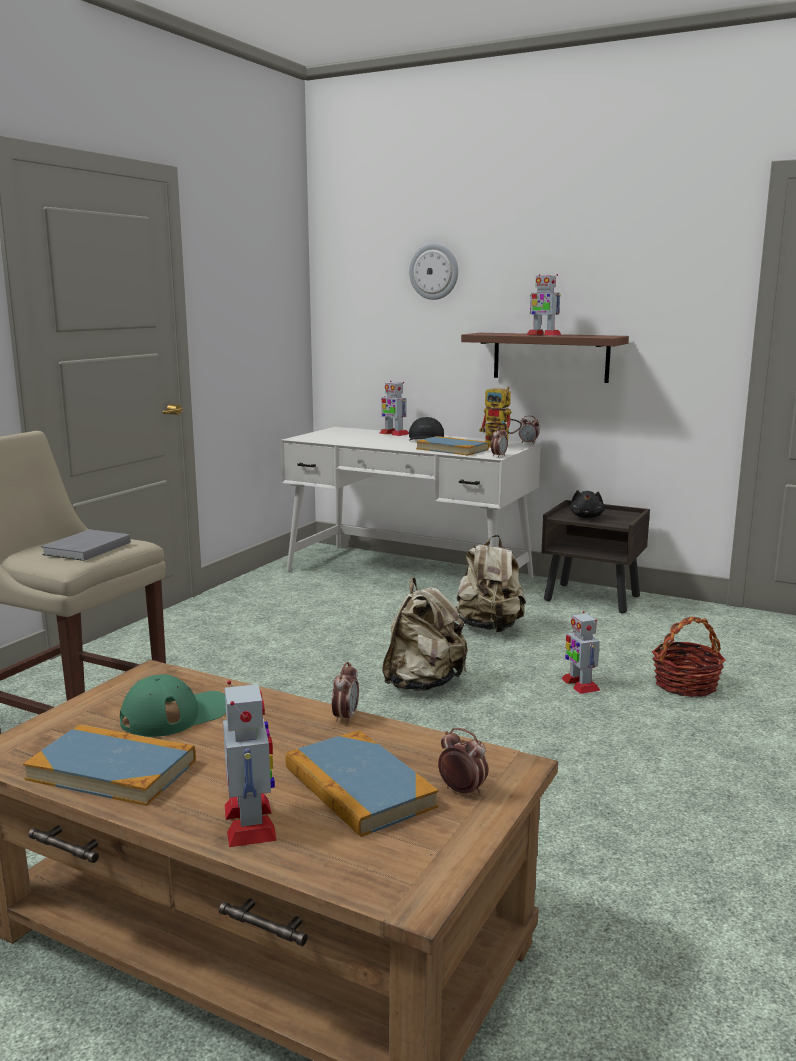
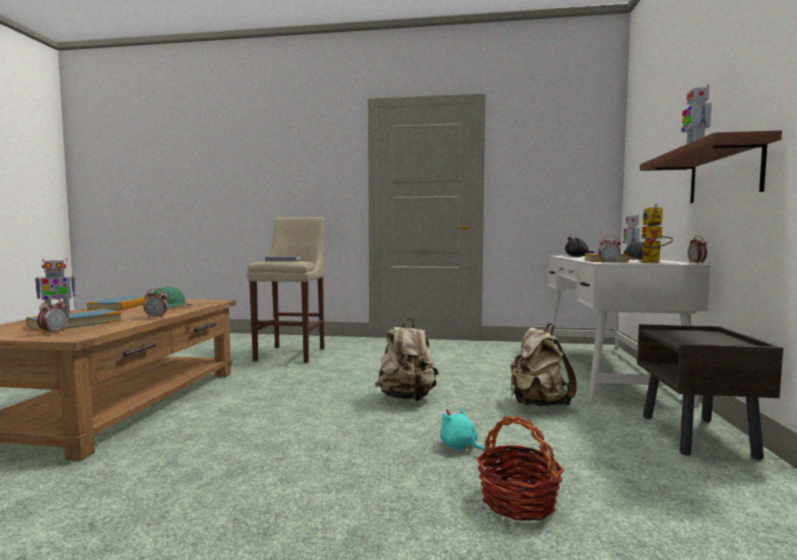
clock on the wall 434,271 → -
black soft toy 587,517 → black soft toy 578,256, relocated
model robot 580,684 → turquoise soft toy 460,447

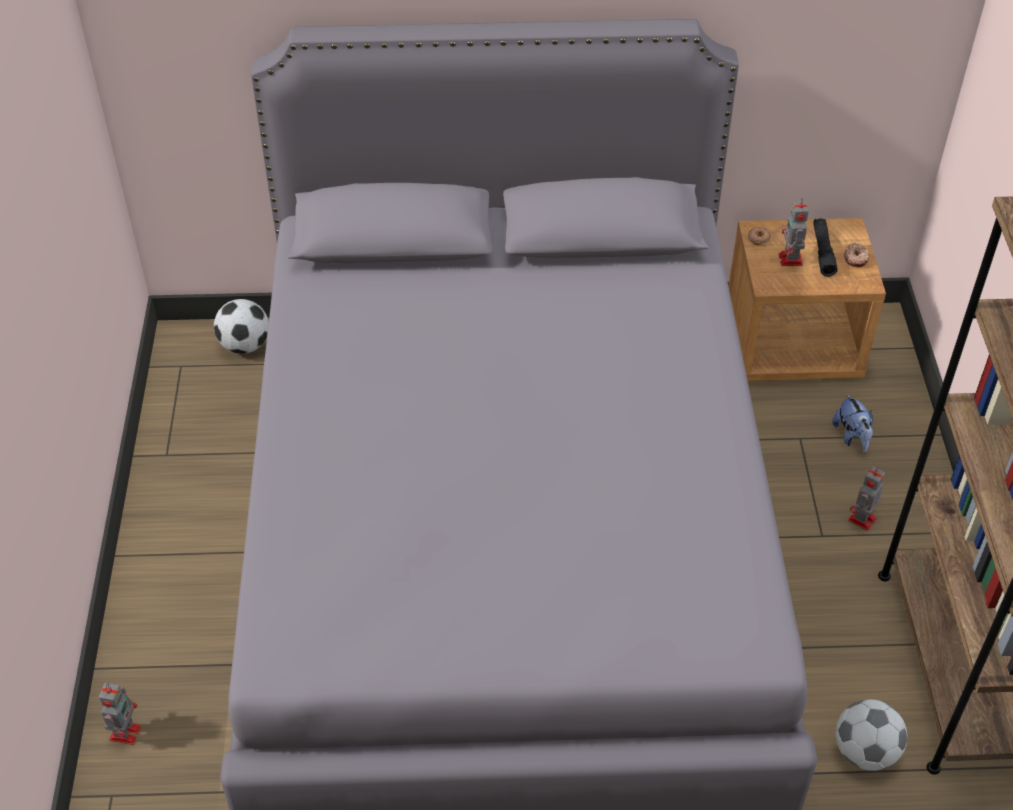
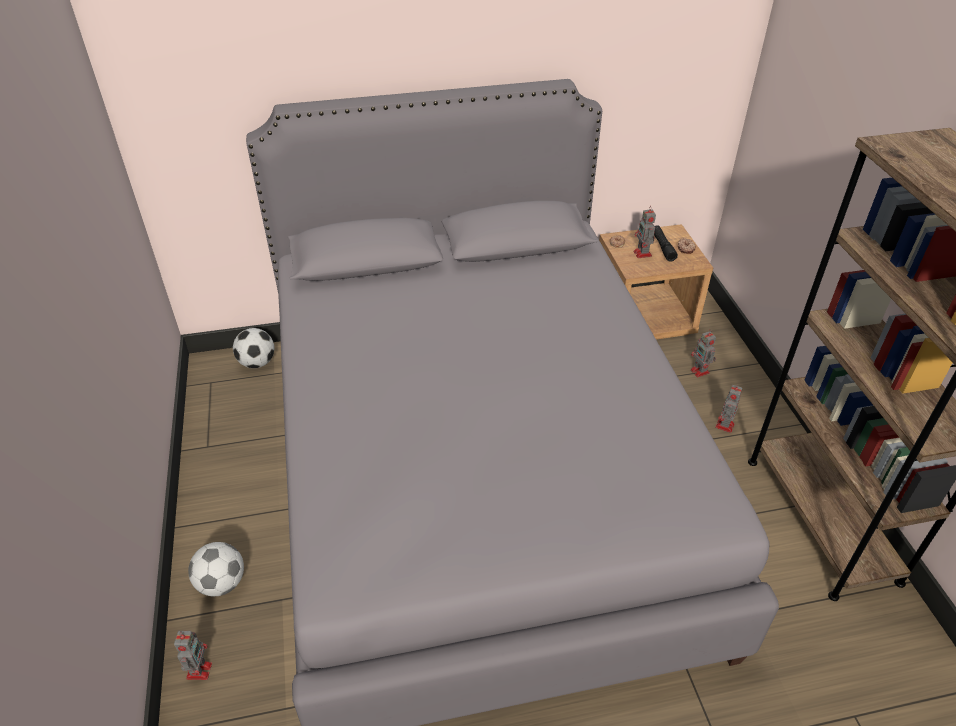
soft toy 852,436 → model robot 700,372
football 864,751 → football 222,583, relocated

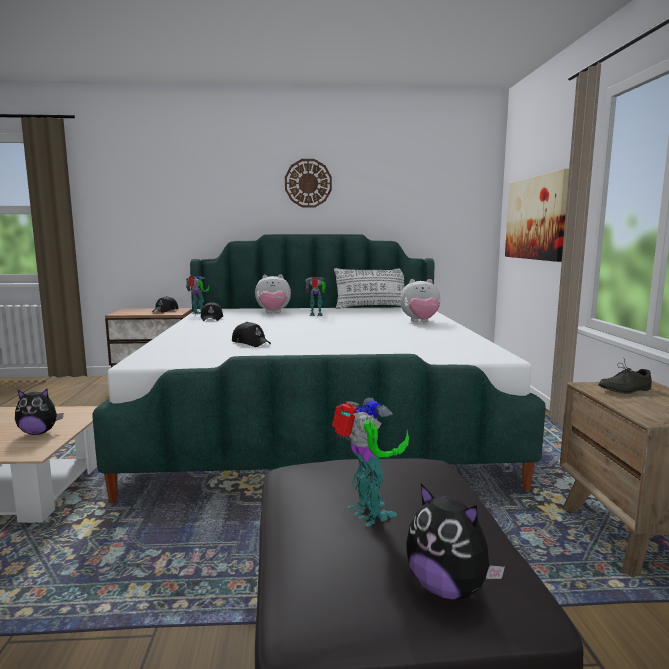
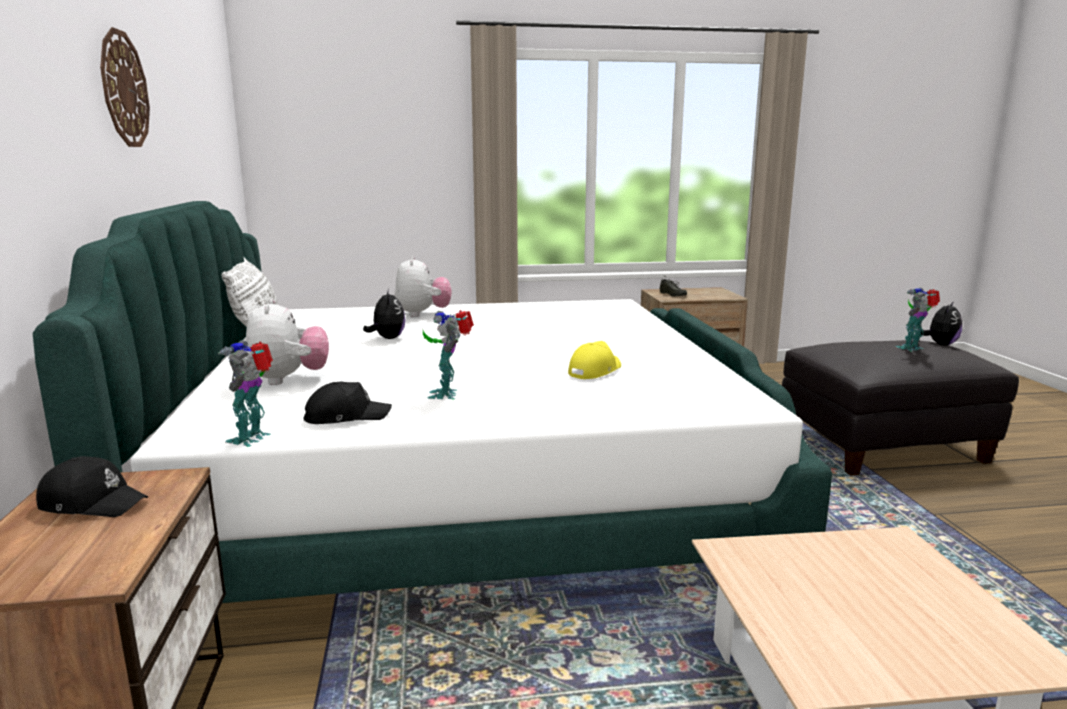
wall art 535,218 → -
model robot 316,315 → model robot 447,394, relocated
black baseball cap 251,343 → yellow baseball cap 594,371
soft toy 39,433 → soft toy 387,338, relocated

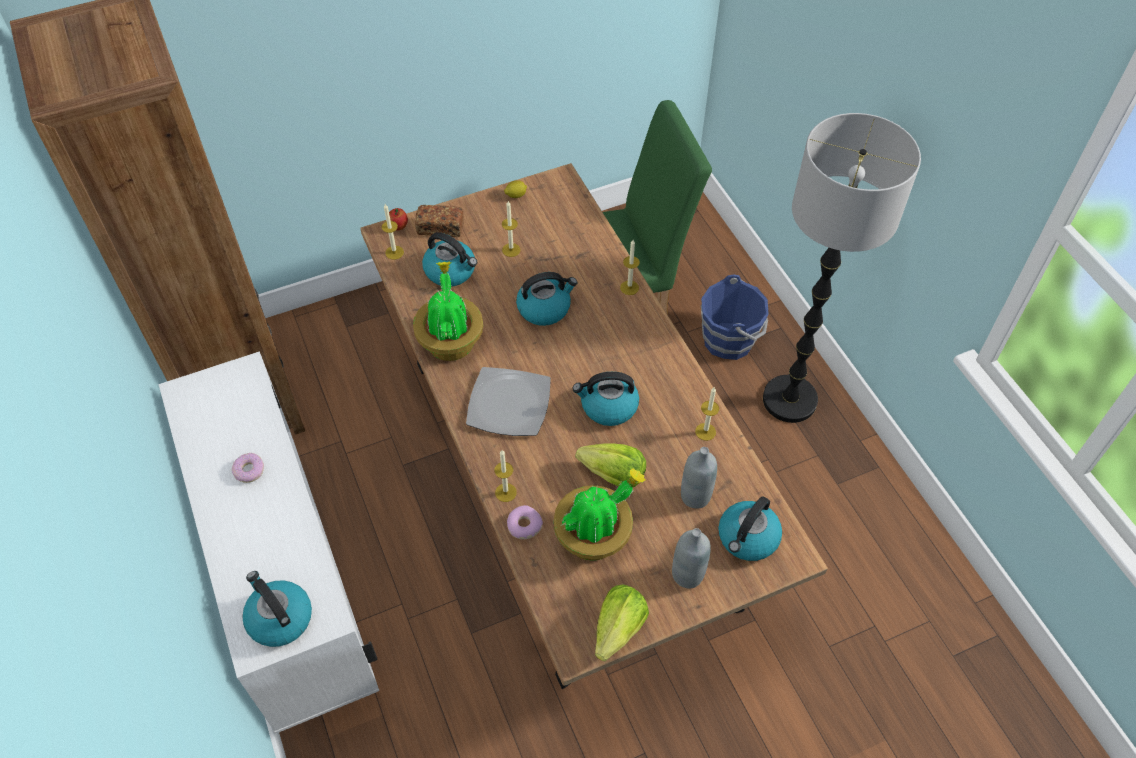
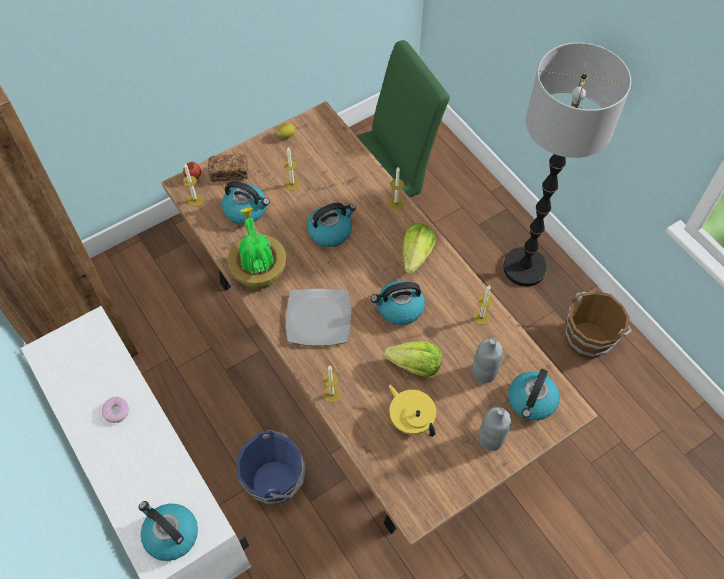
bluish bucket 730,340 → bluish bucket 275,481, relocated
potted plant 595,536 → yellow teapot 411,419
donut 524,526 → -
lettuce 618,629 → lettuce 416,256, relocated
- → brownish bucket 588,338

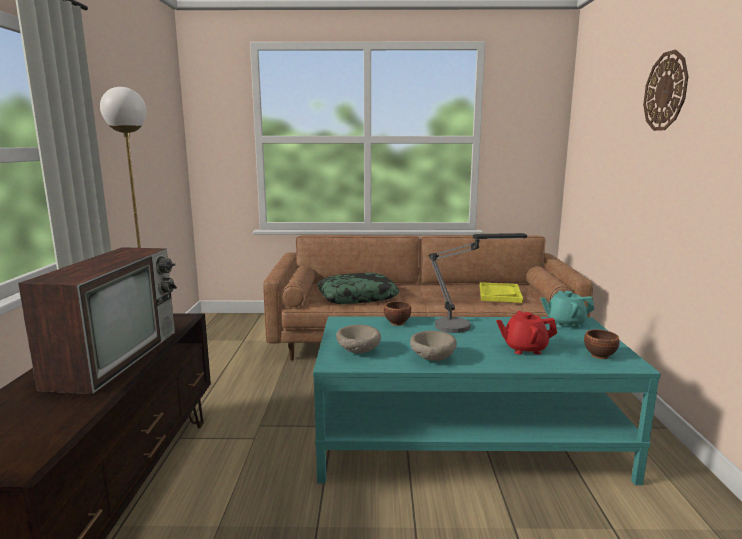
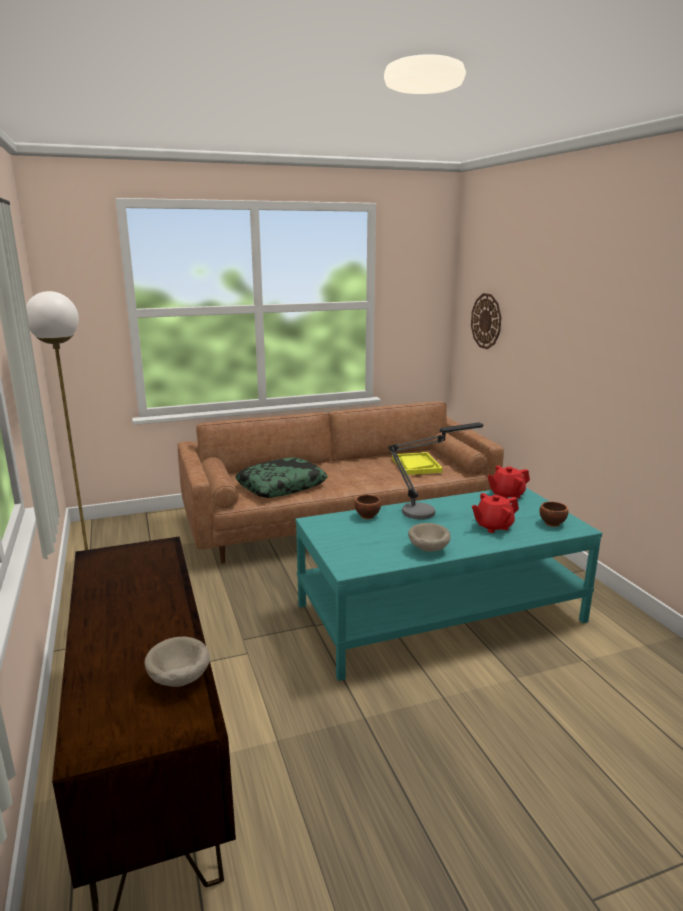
clock on the wall 666,91 → clock on the wall 486,321, relocated
television 115,356 → -
turquoise teapot 565,323 → red-coloured teapot 506,495
beige-coloured deep dish 358,352 → beige-coloured deep dish 178,680, relocated

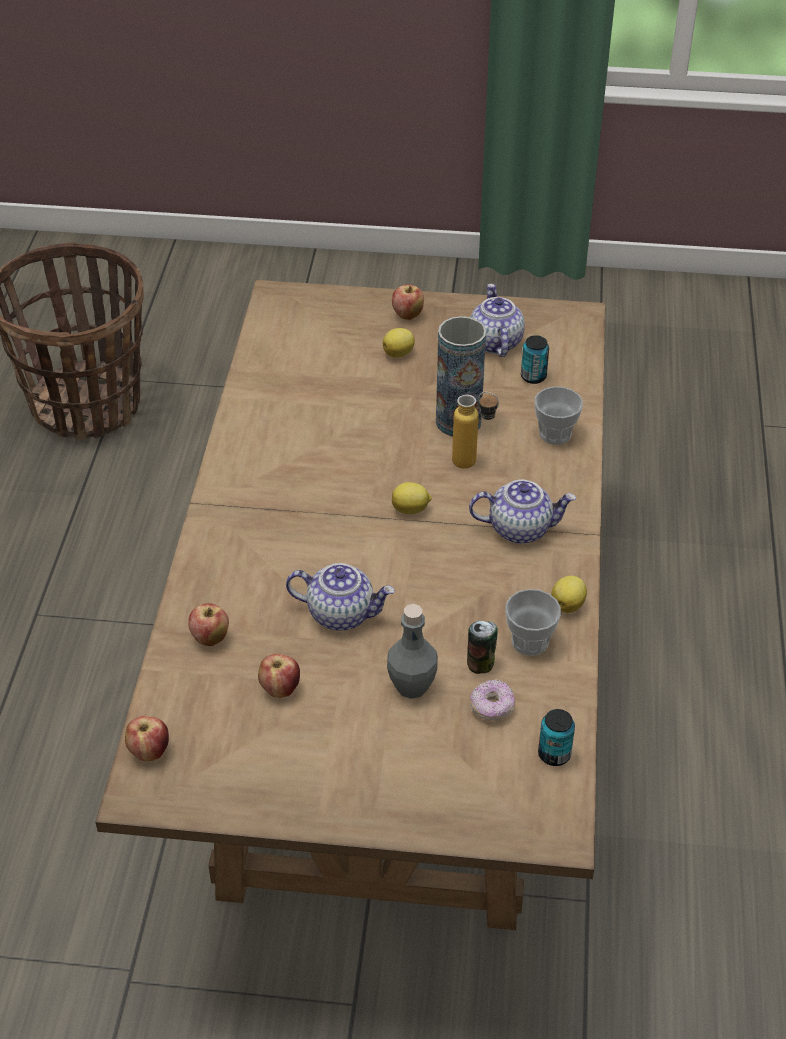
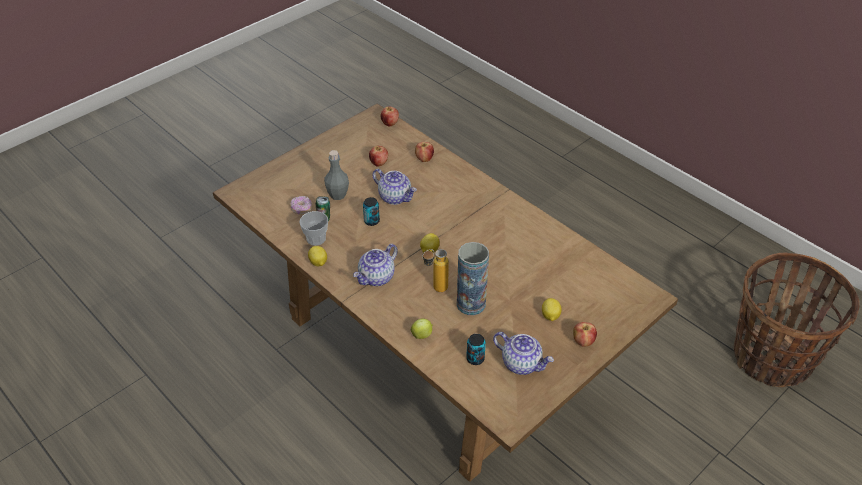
cup 555,434 → apple fruit 422,335
teapot 341,613 → teapot 395,197, 105 degrees counterclockwise
sealed can 554,754 → sealed can 371,221, relocated

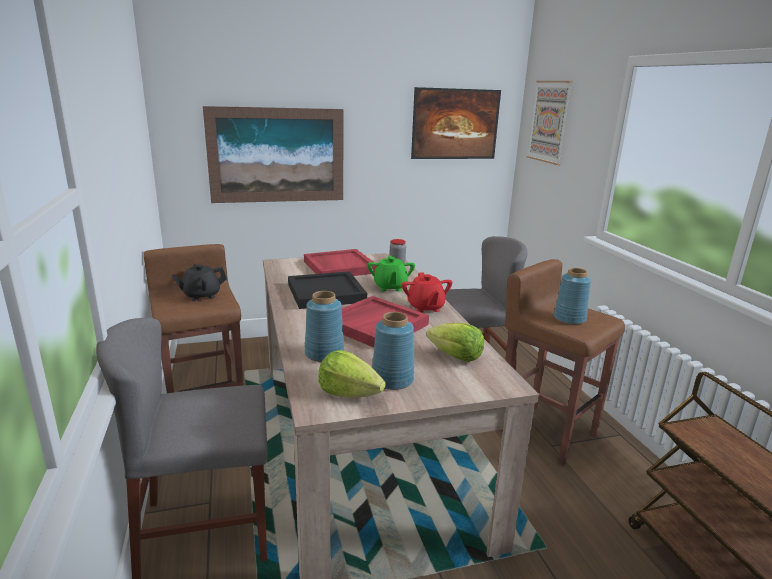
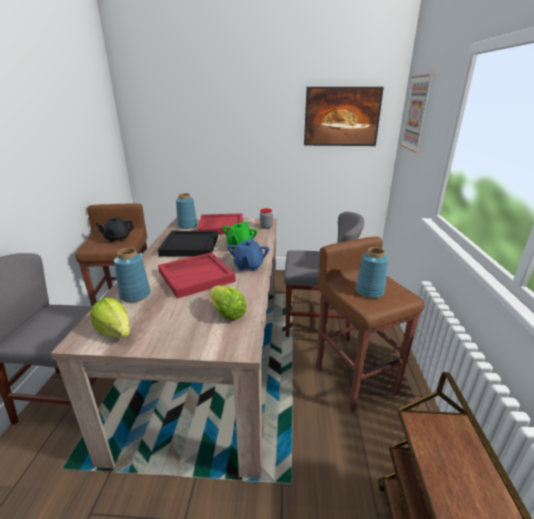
wall art 277,155 → -
red-coloured teapot 425,308 → bluish teapot 248,266
bluish flower vase 392,379 → bluish flower vase 187,226, relocated

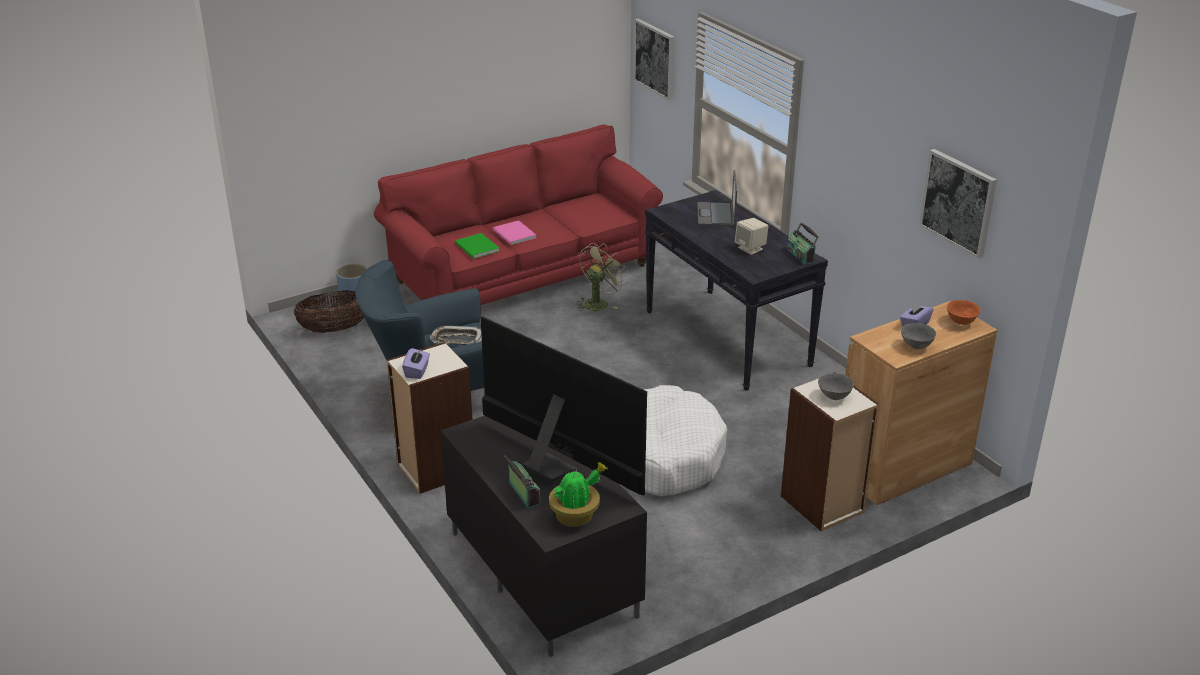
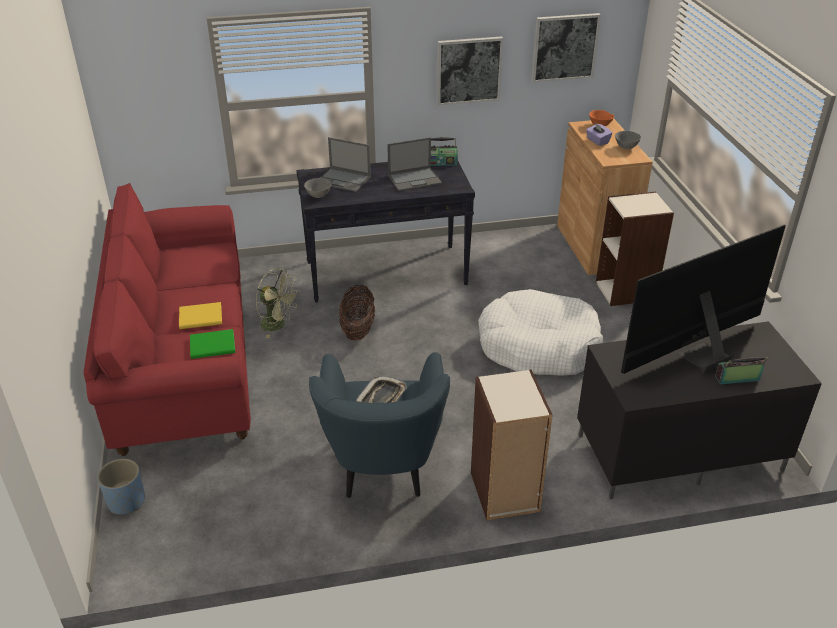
wall art 655,58 → wall art 468,70, relocated
beige-coloured speaker 750,248 → laptop 415,179
pinkish book 514,235 → yellow book 202,317
green cooling fan 598,302 → green cooling fan 278,325, 150 degrees clockwise
basket 334,329 → basket 358,329, relocated
purple-coloured box of tissues 417,371 → -
greyish deep dish 834,396 → greyish deep dish 318,196, relocated
potted plant 576,516 → -

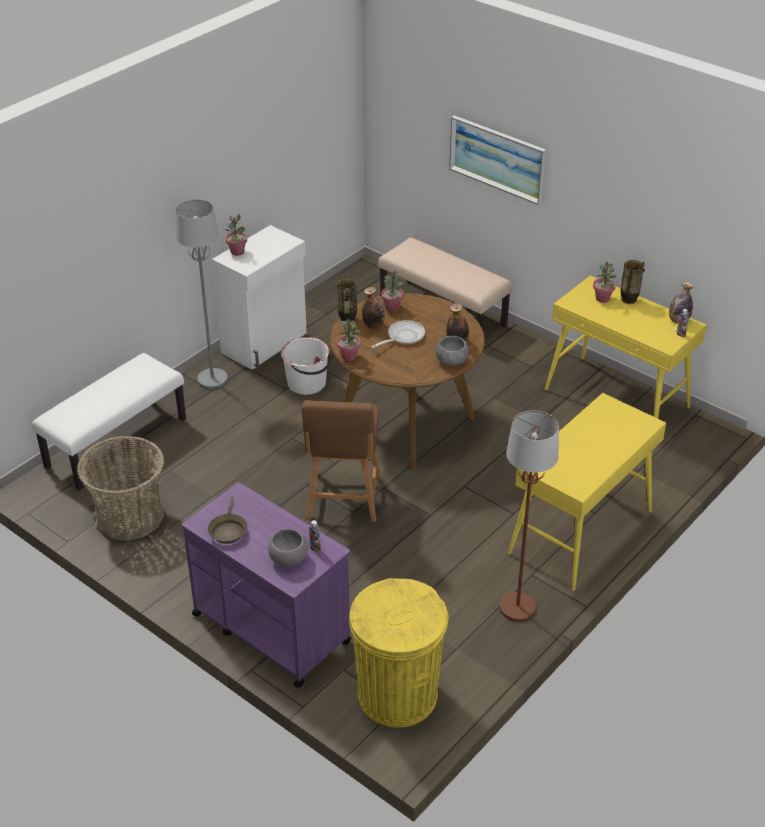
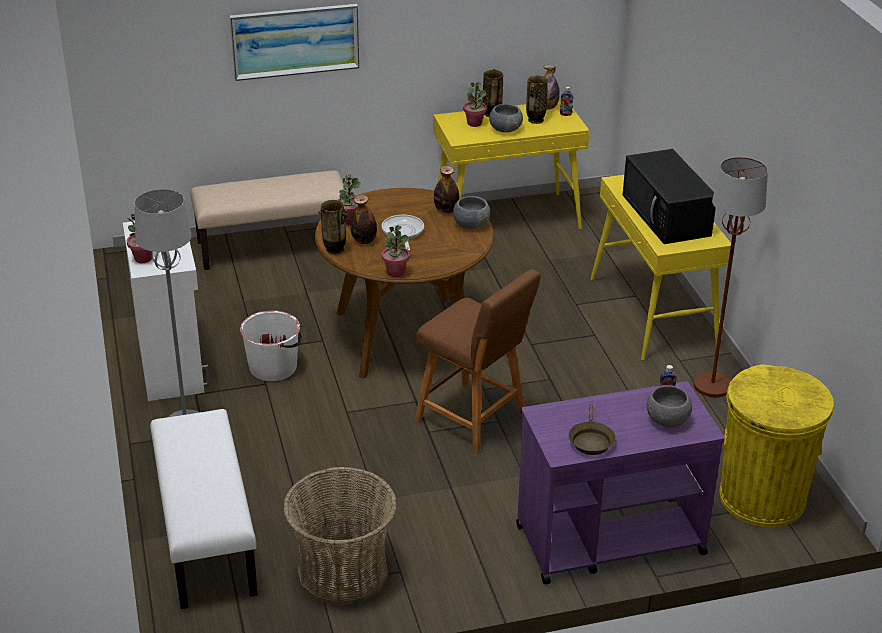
brownish pan 228,530 → brownish pan 590,440, 60 degrees clockwise
- → flower vase 535,120
- → greyish deep dish 505,129
- → black microwave 667,216

